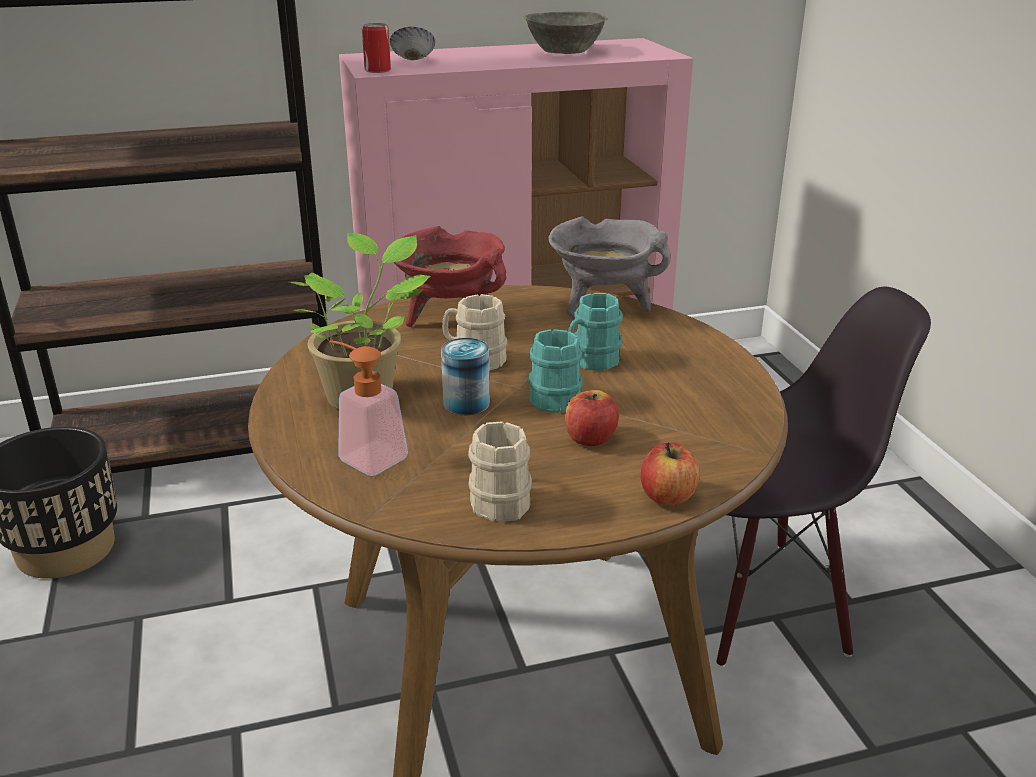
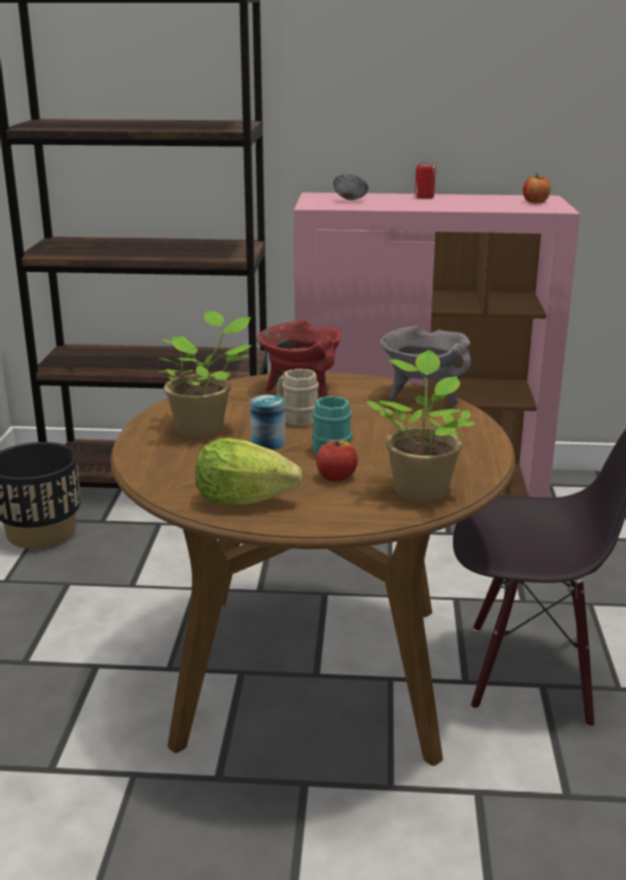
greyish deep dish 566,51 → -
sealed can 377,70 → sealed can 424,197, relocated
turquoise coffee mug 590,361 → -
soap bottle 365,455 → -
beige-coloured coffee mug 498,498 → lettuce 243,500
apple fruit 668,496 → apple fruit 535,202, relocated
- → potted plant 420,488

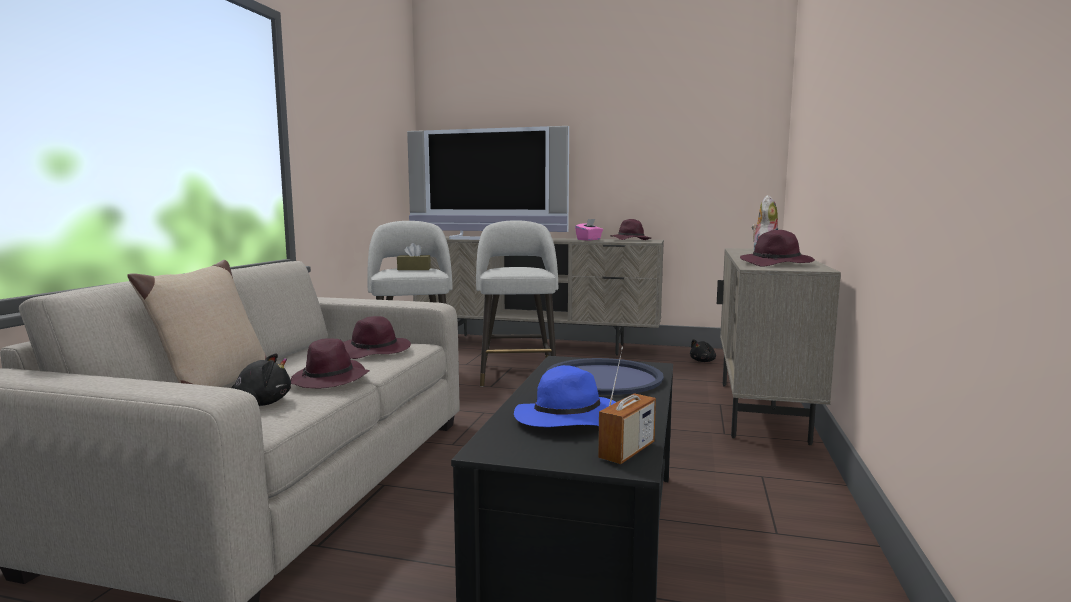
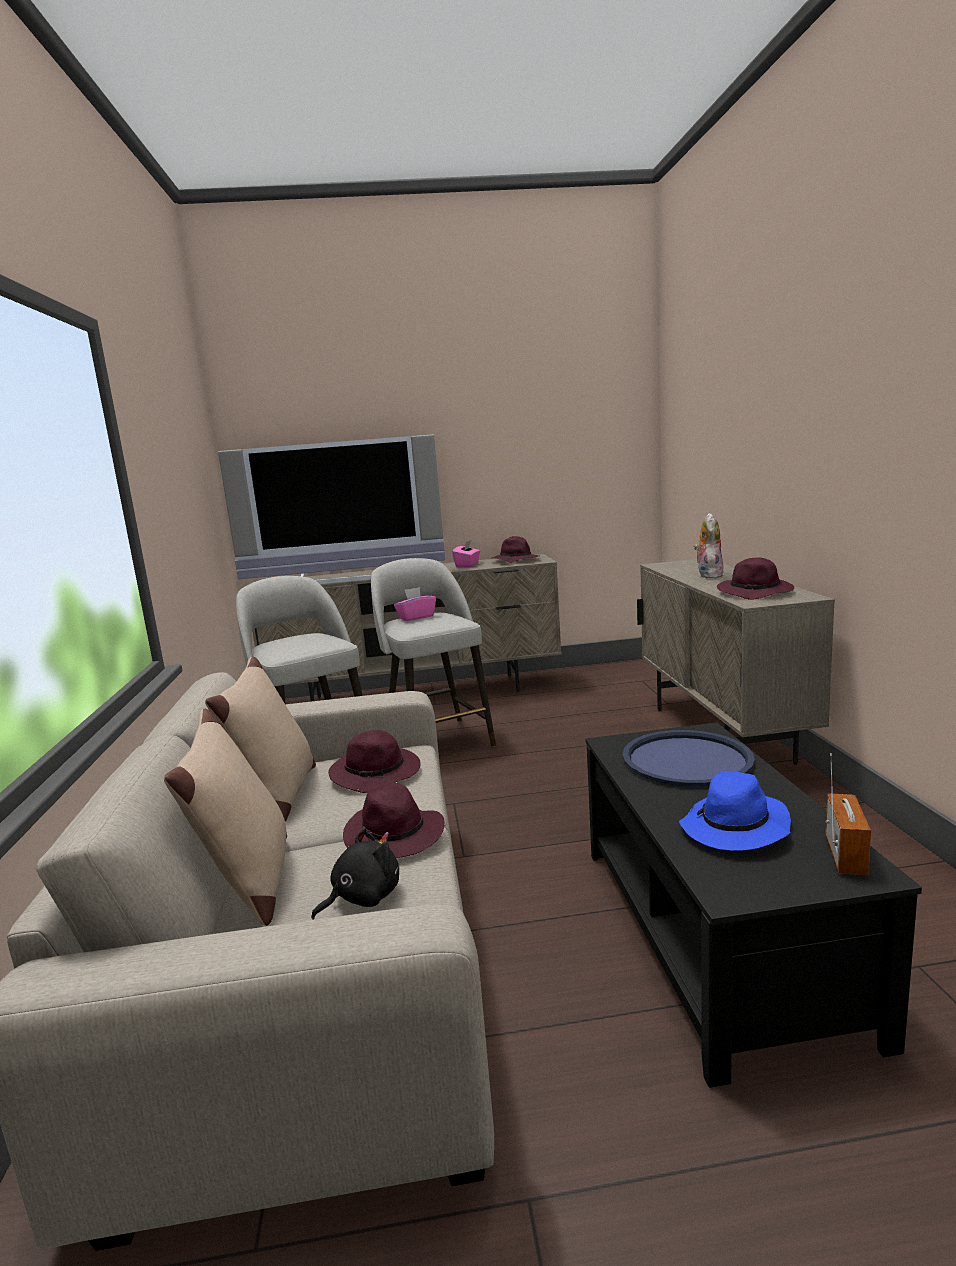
brownish box of tissues 414,269 → -
black soft toy 703,361 → -
- → pinkish box of tissues 416,617
- → beige-coloured cushion 278,796

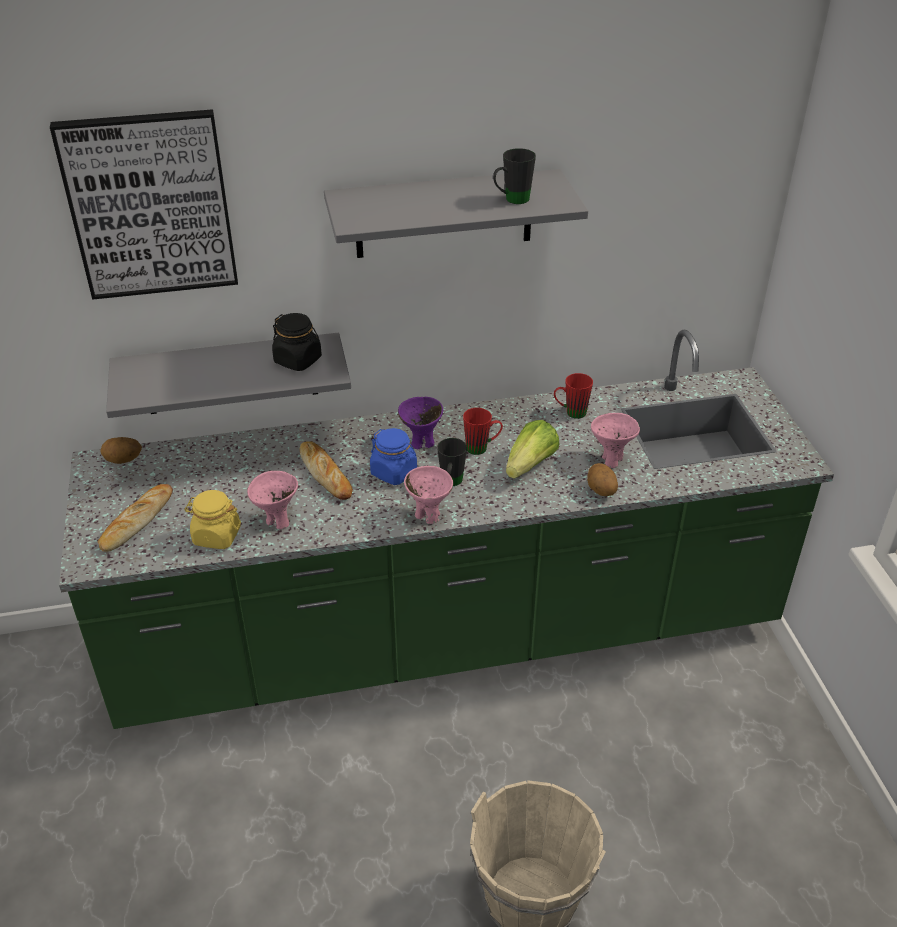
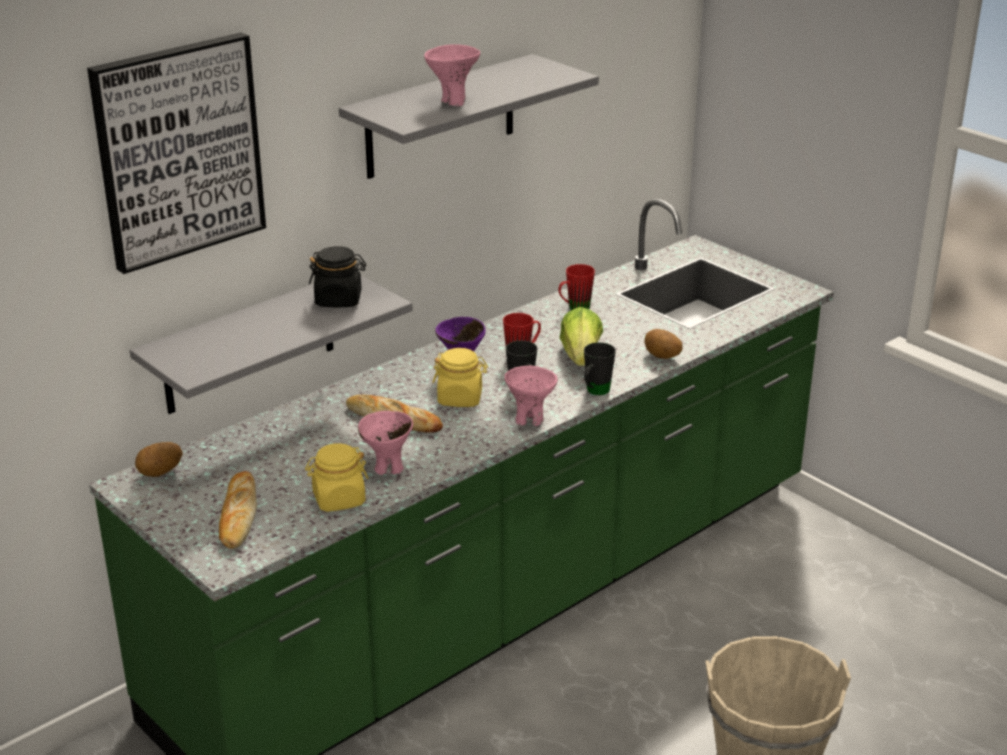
black coffee mug 511,200 → black coffee mug 595,392, relocated
pinkish deep dish 611,460 → pinkish deep dish 453,101, relocated
bluish preserve jar 394,472 → yellow preserve jar 460,398

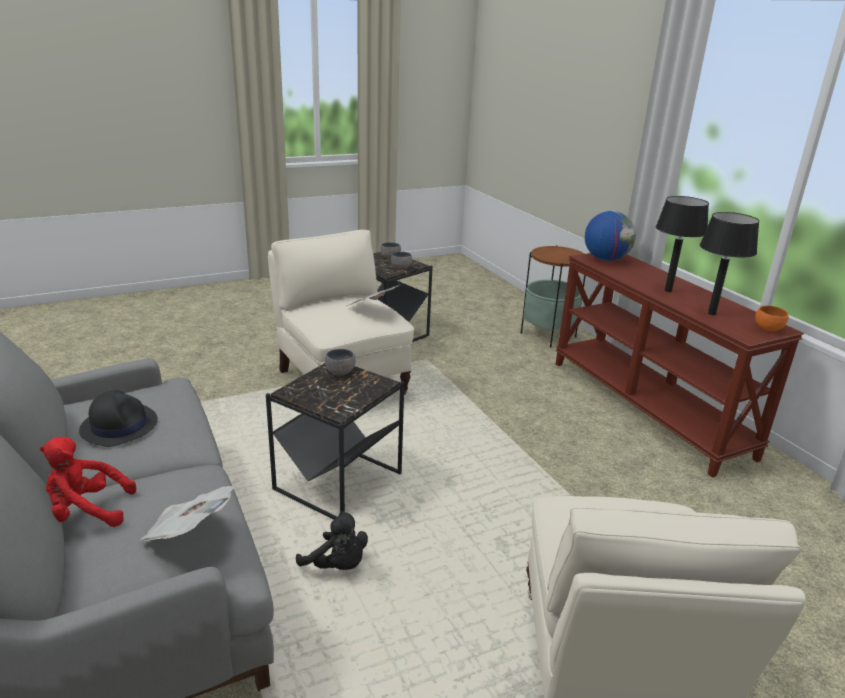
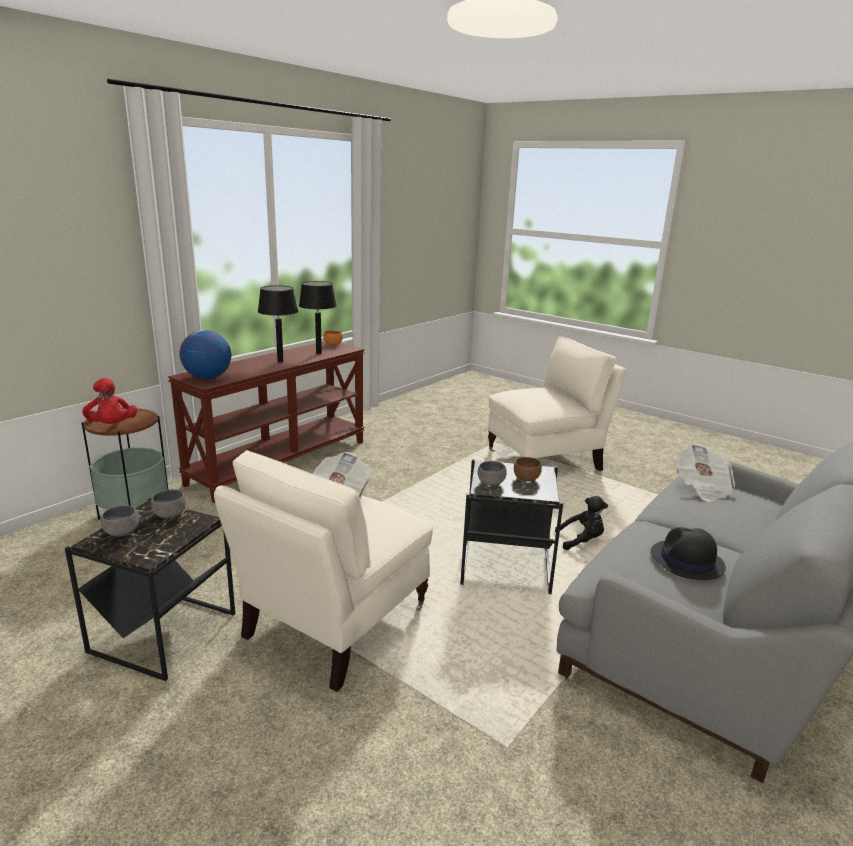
red-coloured soft toy 87,512 → red-coloured soft toy 112,426, relocated
black soft toy 337,565 → black soft toy 581,541, 75 degrees clockwise
- → brownish deep dish 526,479

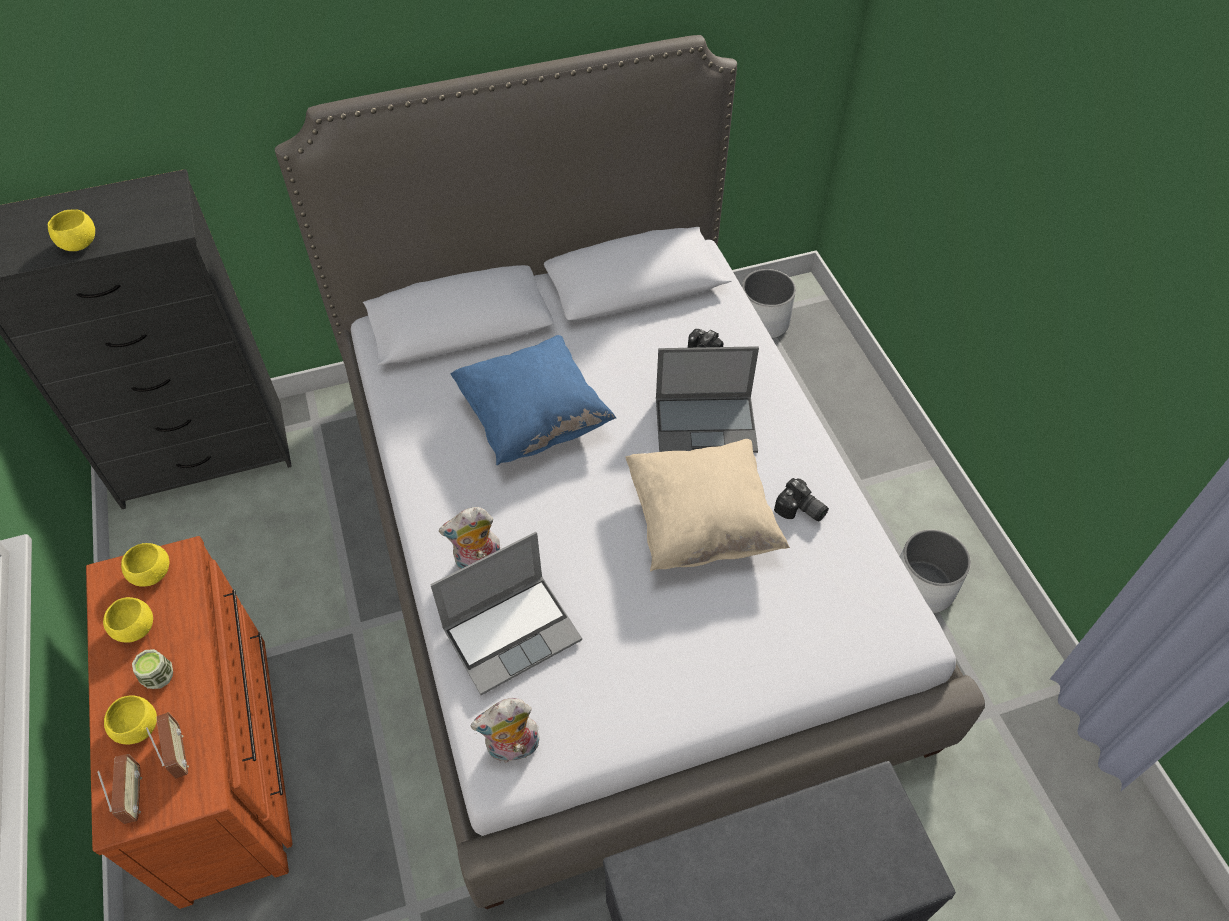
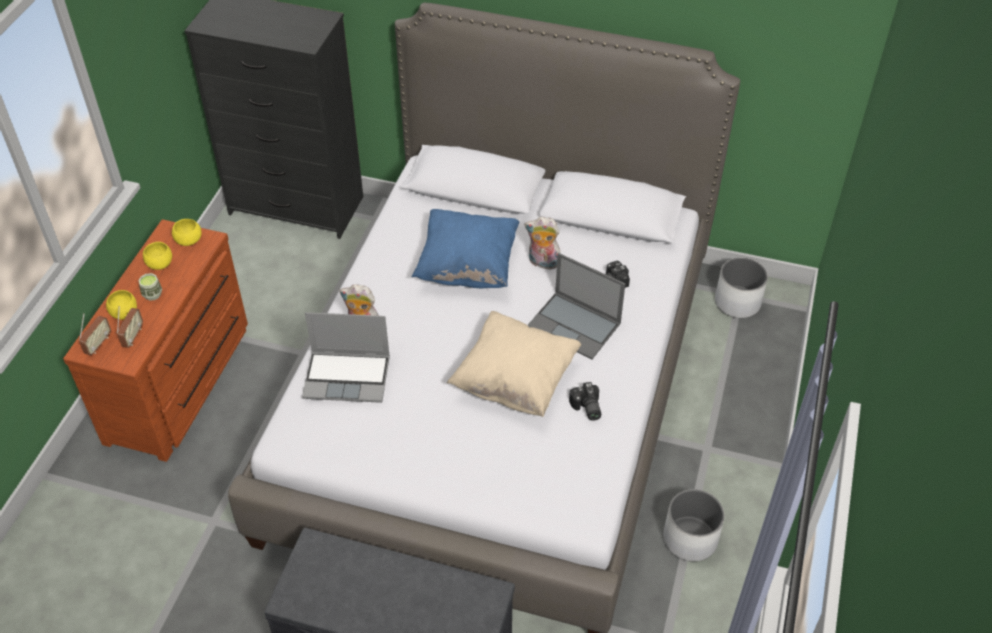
yellow deep dish 79,244 → -
soft toy 513,749 → soft toy 542,263, relocated

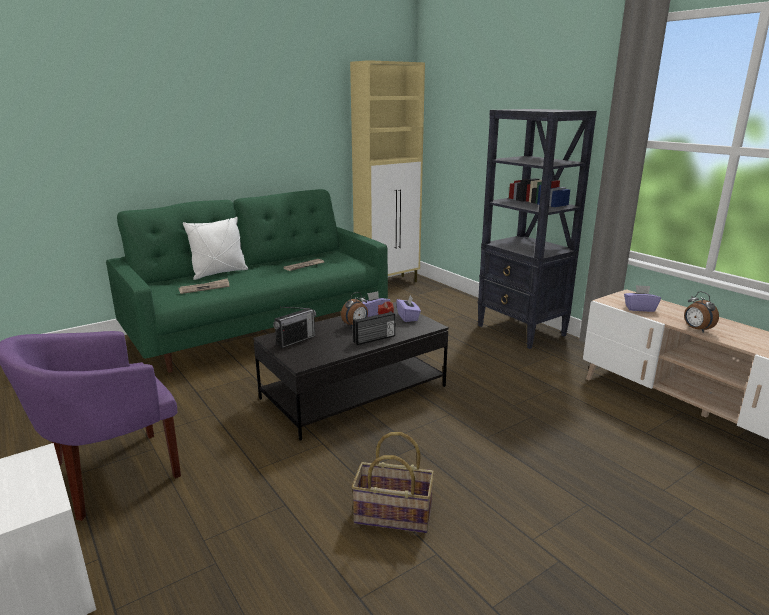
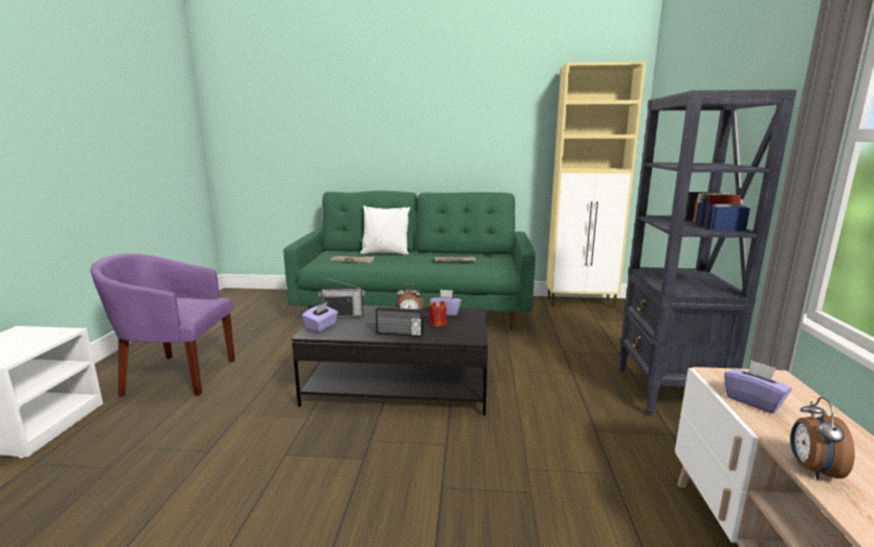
purple-coloured box of tissues 408,317 → purple-coloured box of tissues 321,327, relocated
basket 392,515 → -

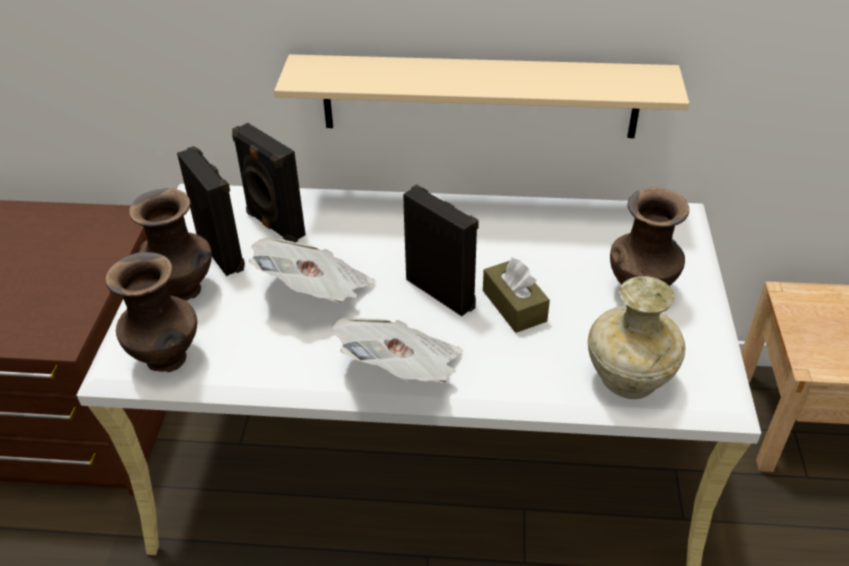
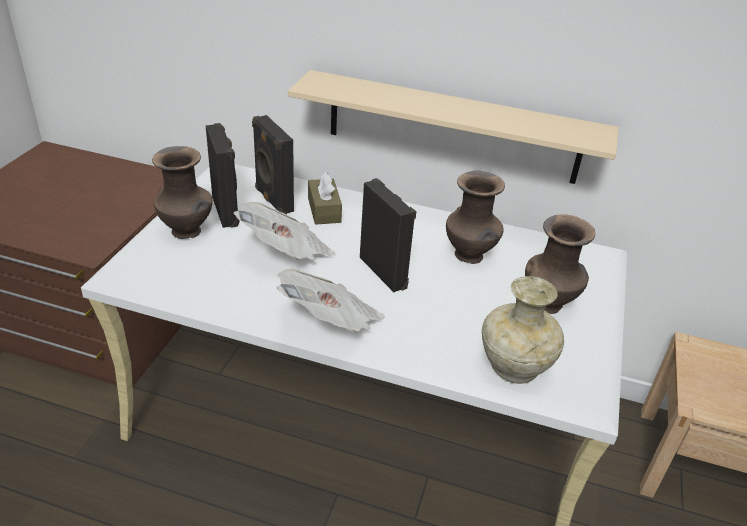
brownish flower vase 168,360 → brownish flower vase 469,256, relocated
brownish box of tissues 514,306 → brownish box of tissues 324,210, relocated

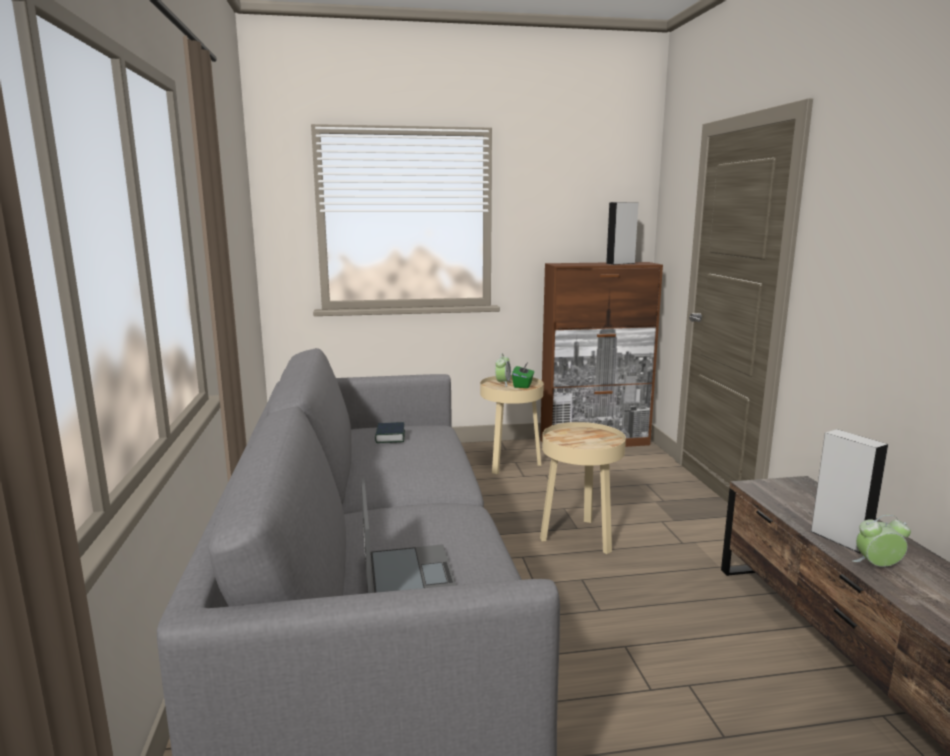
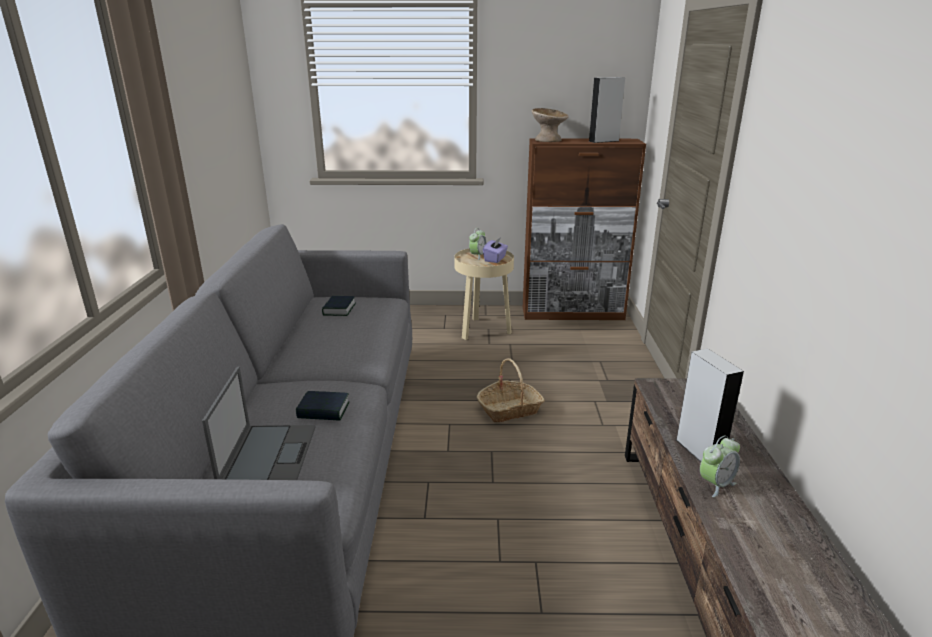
green box of tissues 523,385 → purple-coloured box of tissues 495,259
beige-coloured end table 579,537 → basket 510,409
bedside clock 877,566 → bedside clock 715,484, 135 degrees clockwise
- → beige-coloured deep dish 548,140
- → book 323,411

